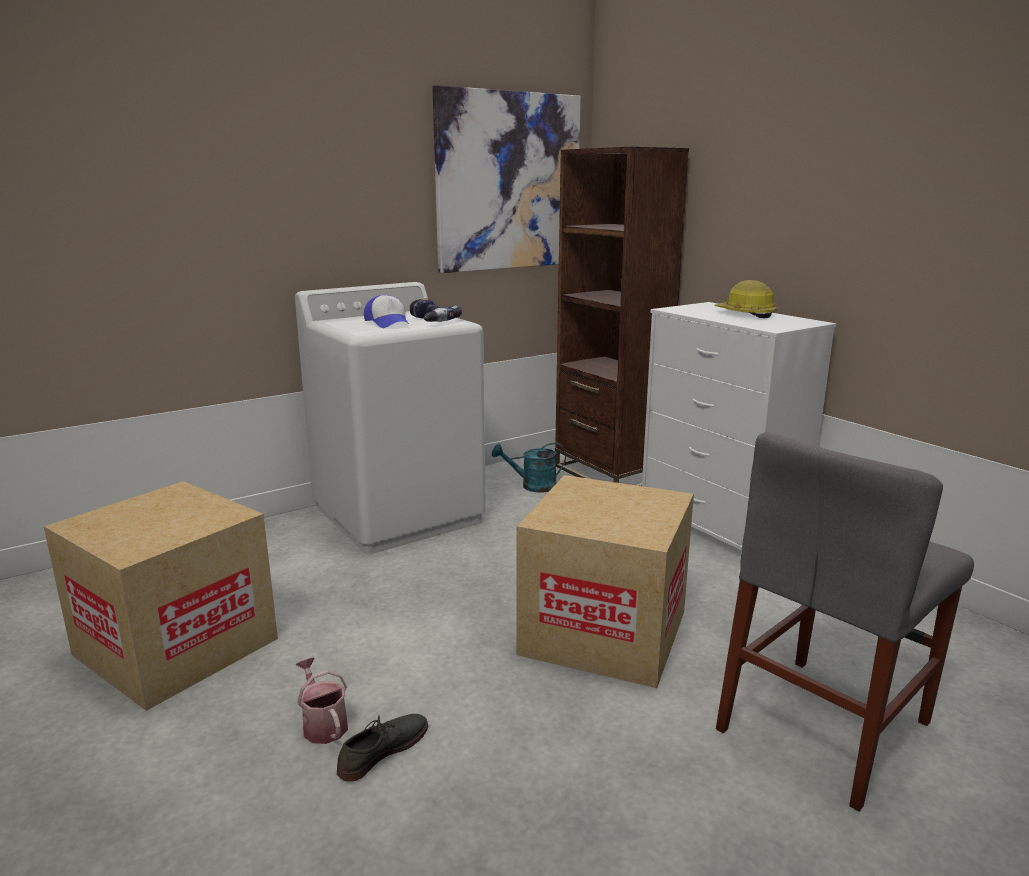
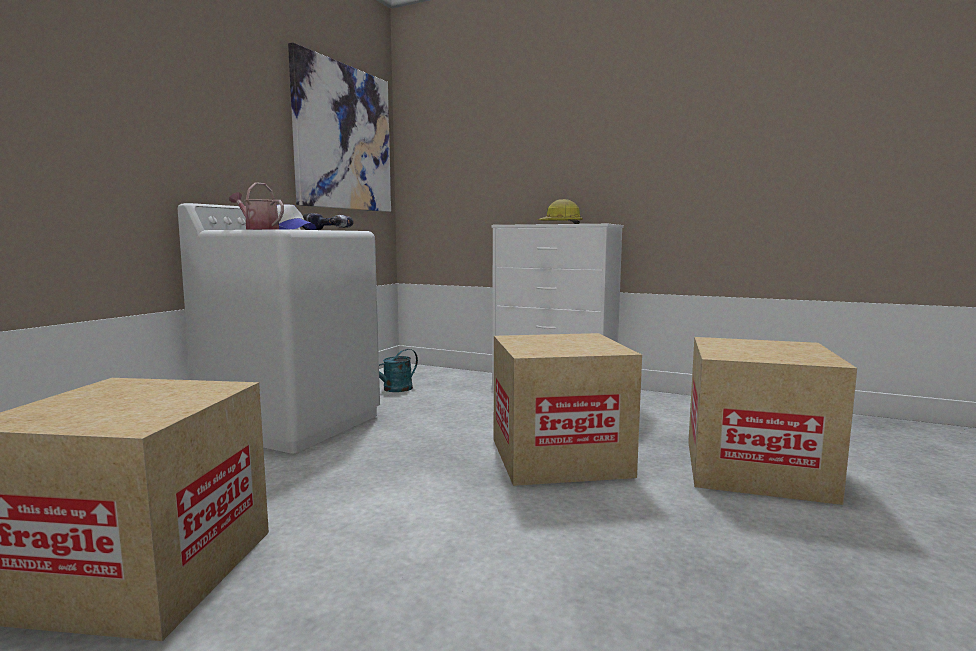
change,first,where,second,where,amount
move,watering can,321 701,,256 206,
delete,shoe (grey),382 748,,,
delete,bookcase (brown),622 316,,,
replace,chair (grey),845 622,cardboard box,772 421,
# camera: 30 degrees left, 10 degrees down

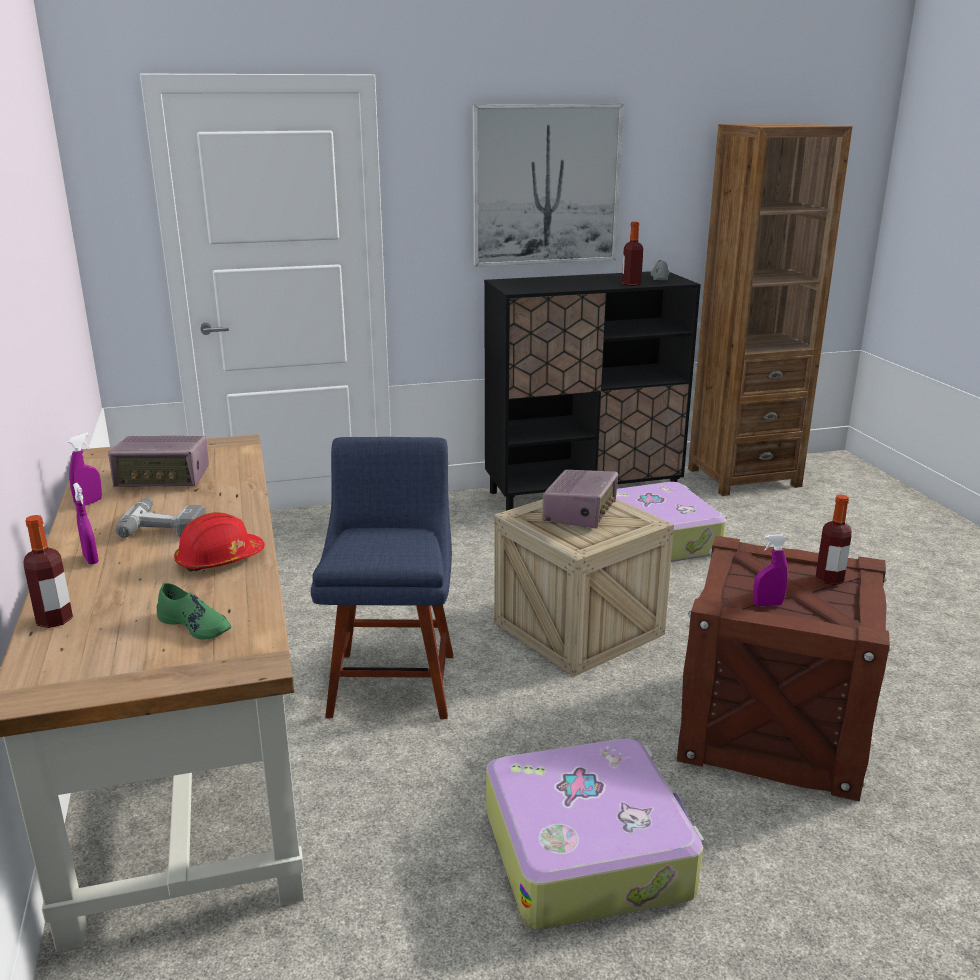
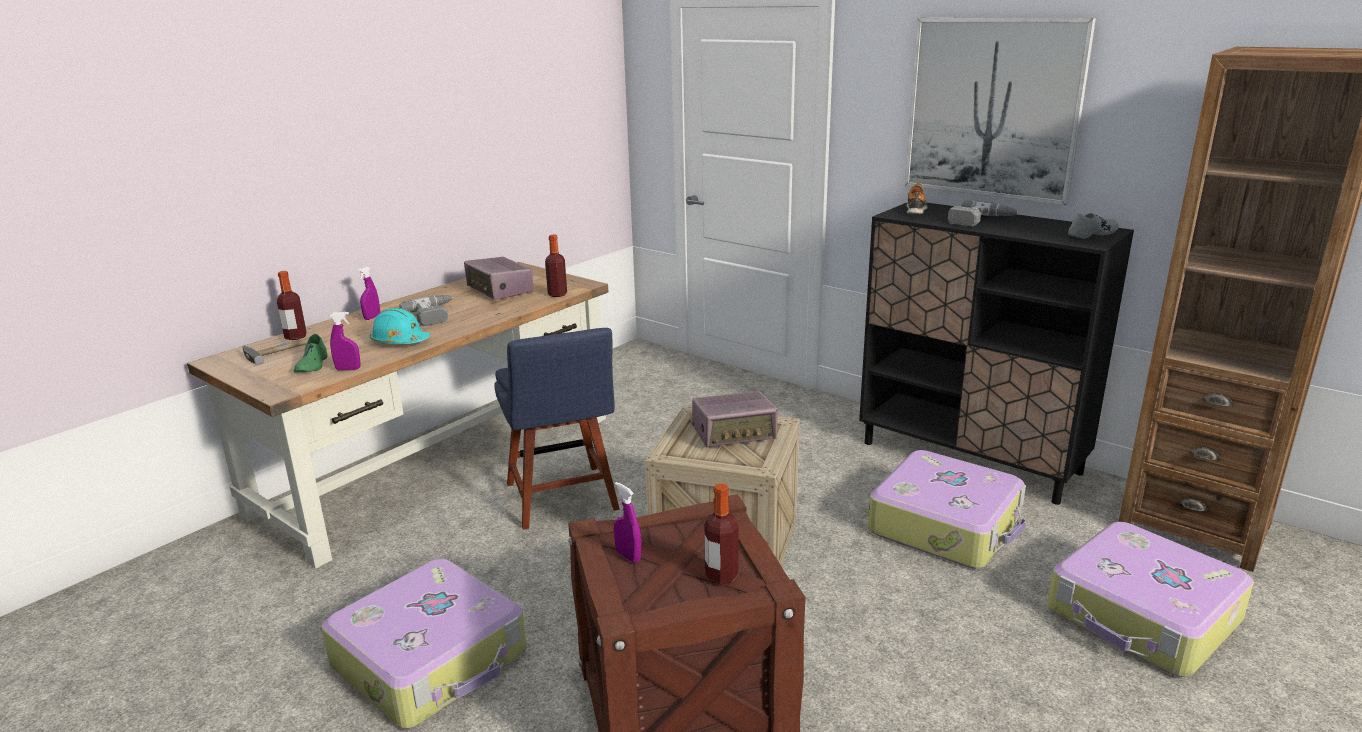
change,first,where,second,where,amount
move,spray bottle (purple),85 469,,345 341,
recolor,hard hat (red),219 542,hard hat (turquoise),400 326,
rotate,chair (blue),382 578,,557 429,105 degrees clockwise
move,bottle,632 254,,556 266,
insert,,,hammer,276 350,
insert,,,shoe,917 198,
insert,,,power drill,983 213,
insert,,,suitcase,1150 599,
# camera: 55 degrees right, 0 degrees up

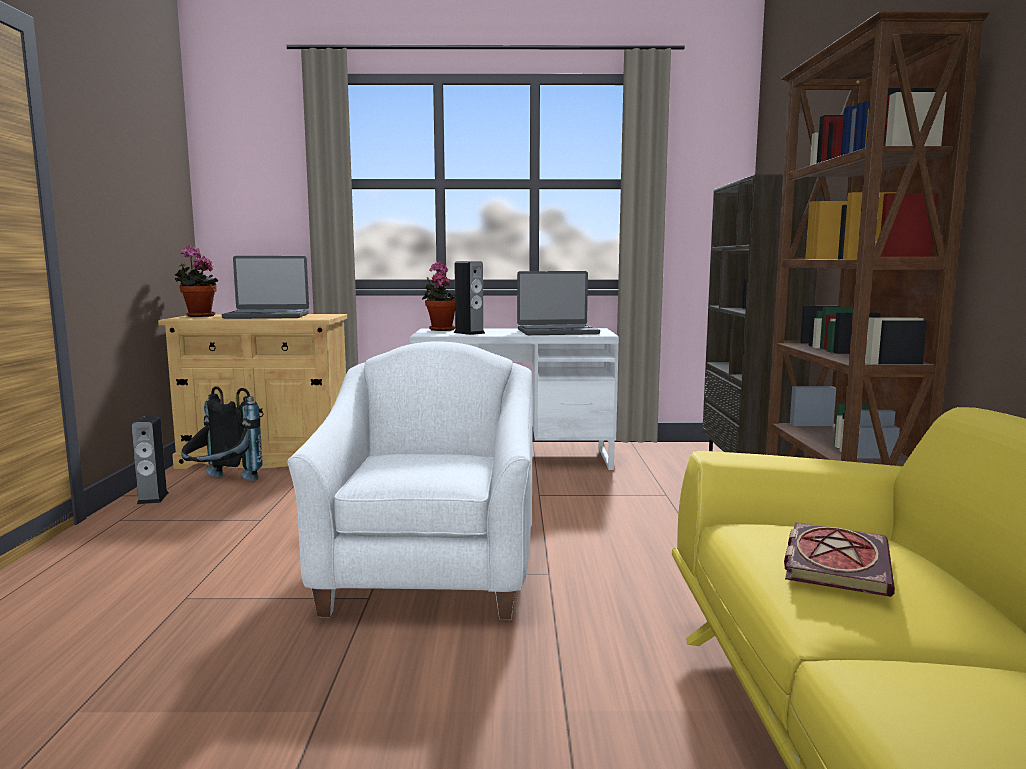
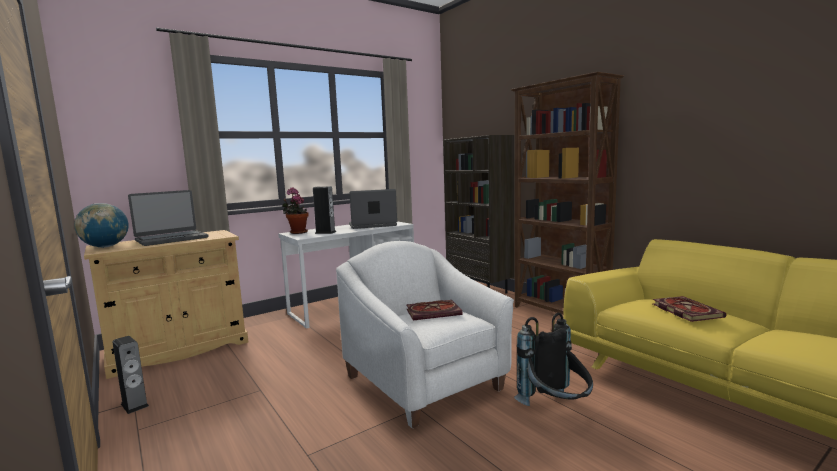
change,first,where,second,where,amount
replace,potted plant,196 281,globe,101 225,
move,backpack (black),222 433,,553 359,
rotate,laptop,558 303,,373 209,150 degrees counterclockwise
insert,,,book,434 310,
# camera: 35 degrees left, 0 degrees up

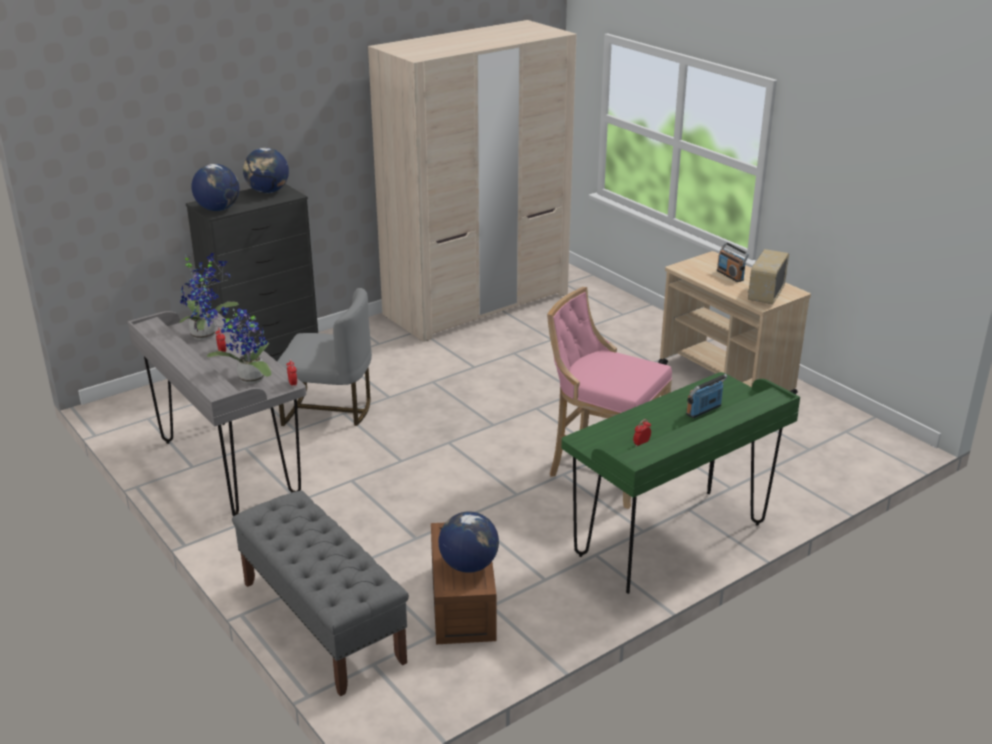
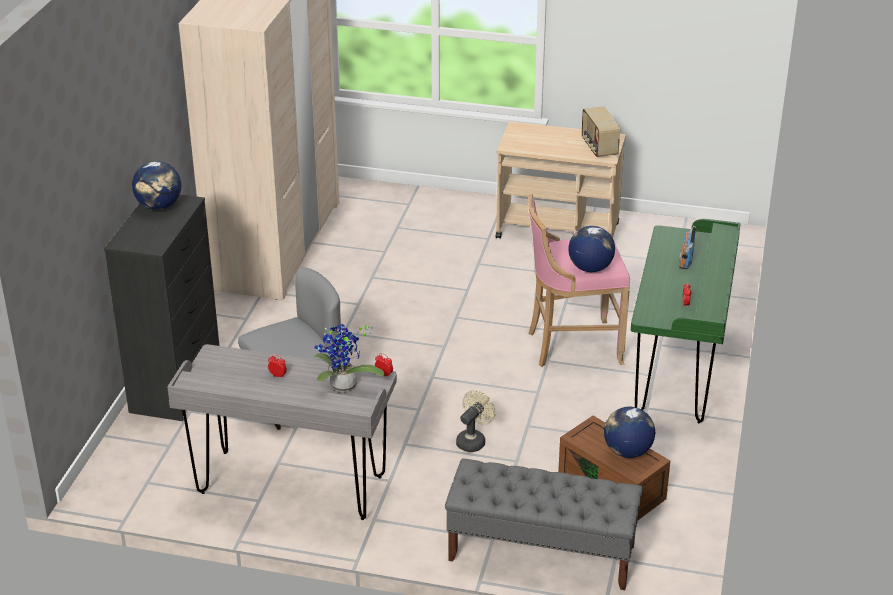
change,first,where,second,where,amount
delete,potted plant,209 296,,,
move,globe,215 187,,591 249,
delete,radio,733 262,,,
insert,,,fan (beige),476 421,
# camera: 40 degrees left, 5 degrees up

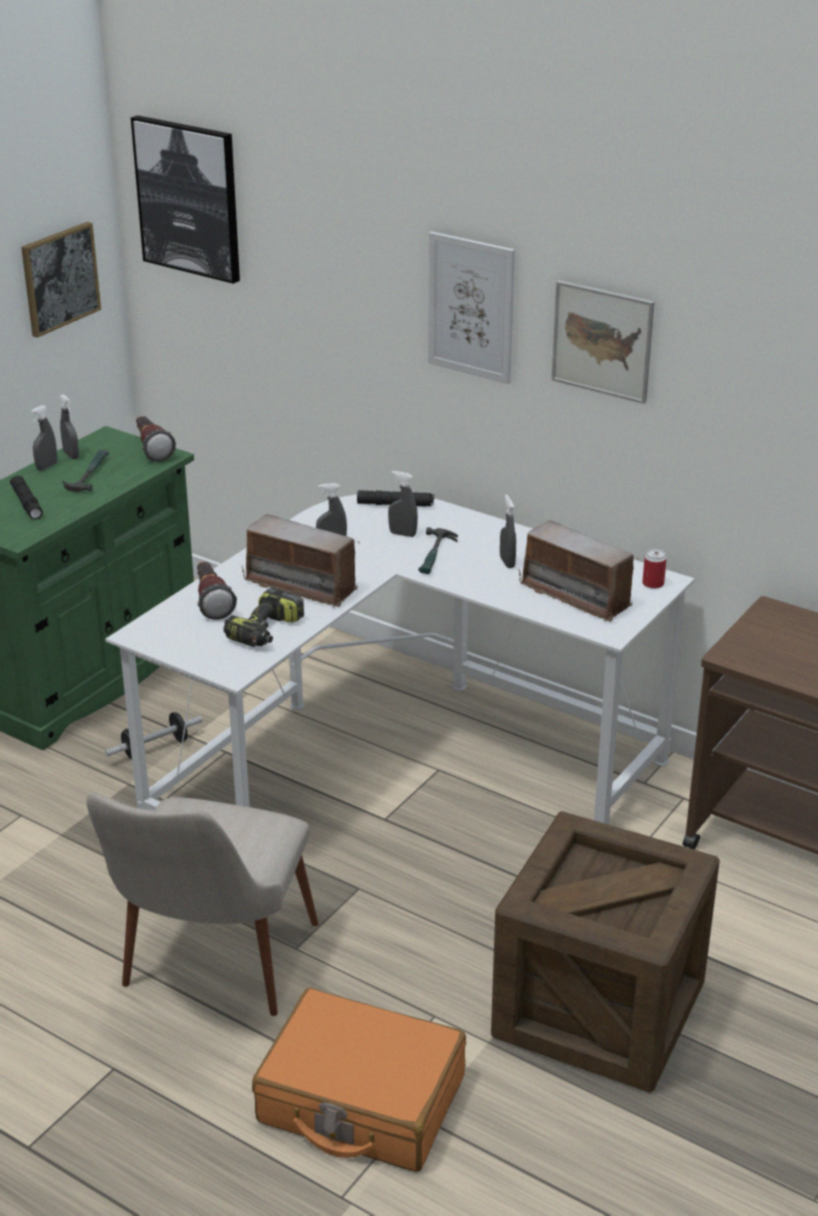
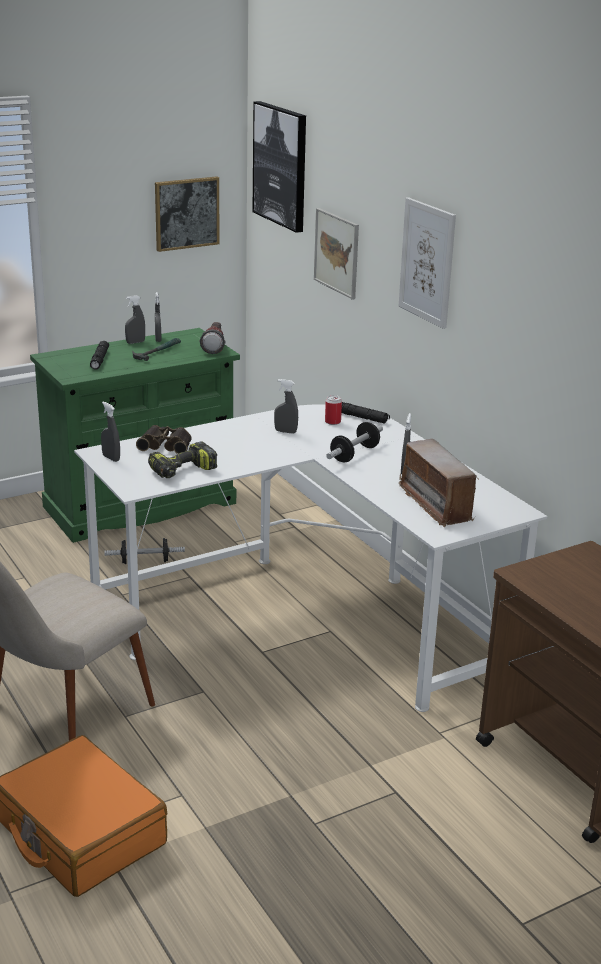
change,first,where,second,where,amount
replace,flashlight,217 590,binoculars,163 439,
delete,radio,300 560,,,
move,spray bottle (grey),403 504,,110 432,
replace,hammer,438 550,dumbbell,354 442,
delete,crate,605 951,,,
move,picture,603 342,,336 254,
move,can,654 569,,333 410,
# camera: 25 degrees right, 5 degrees down

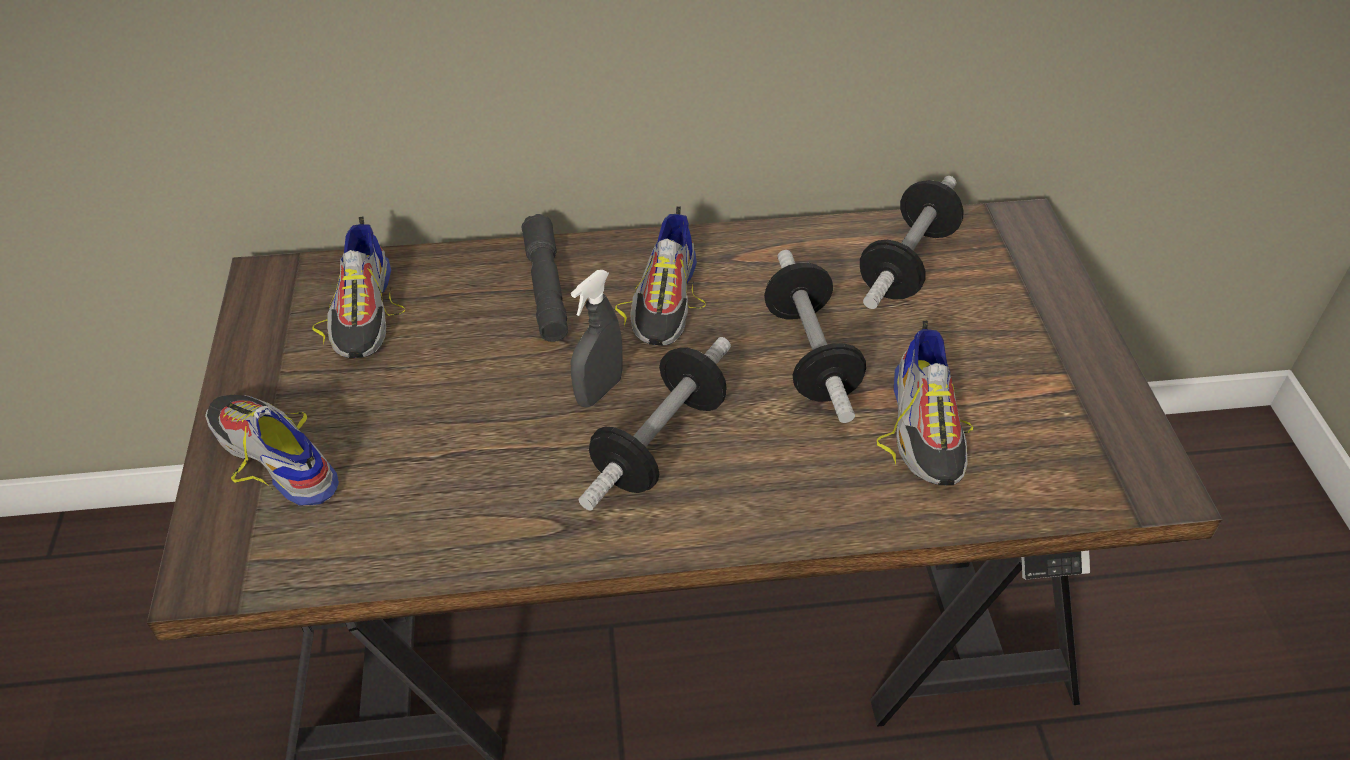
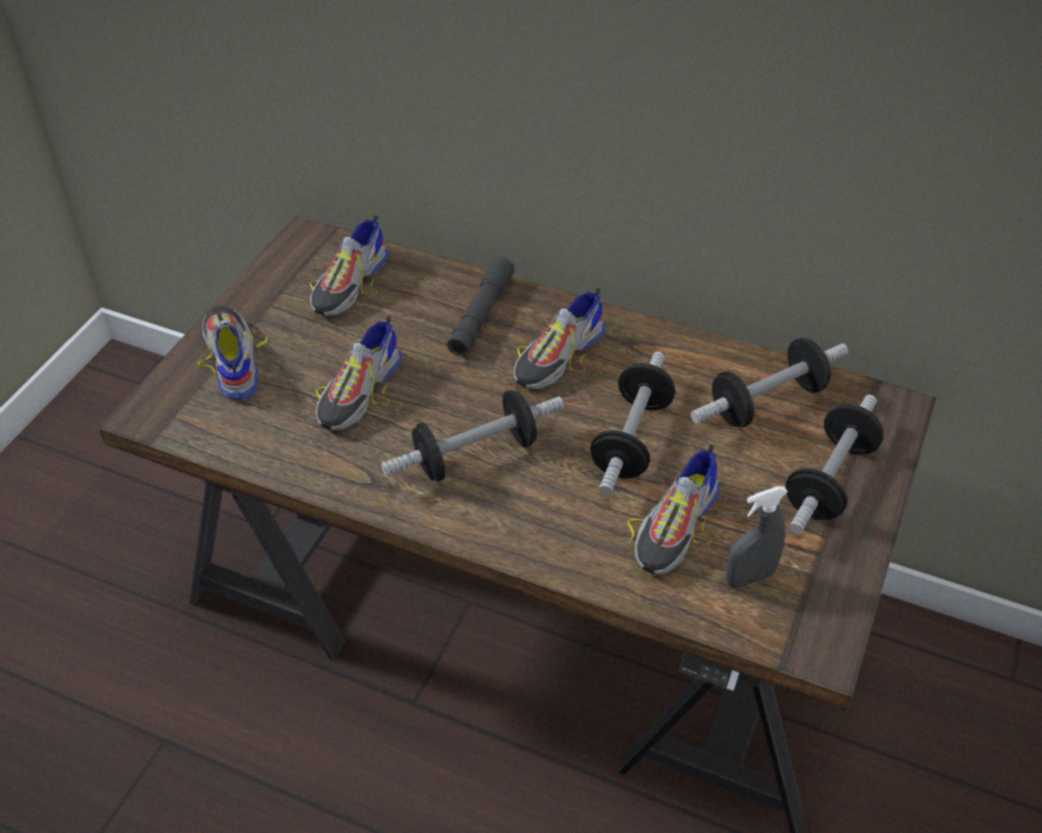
change,first,where,second,where,amount
move,spray bottle (grey),596 338,,757 537,
insert,,,shoe,358 373,
insert,,,dumbbell,835 464,
# camera: 30 degrees right, 0 degrees up

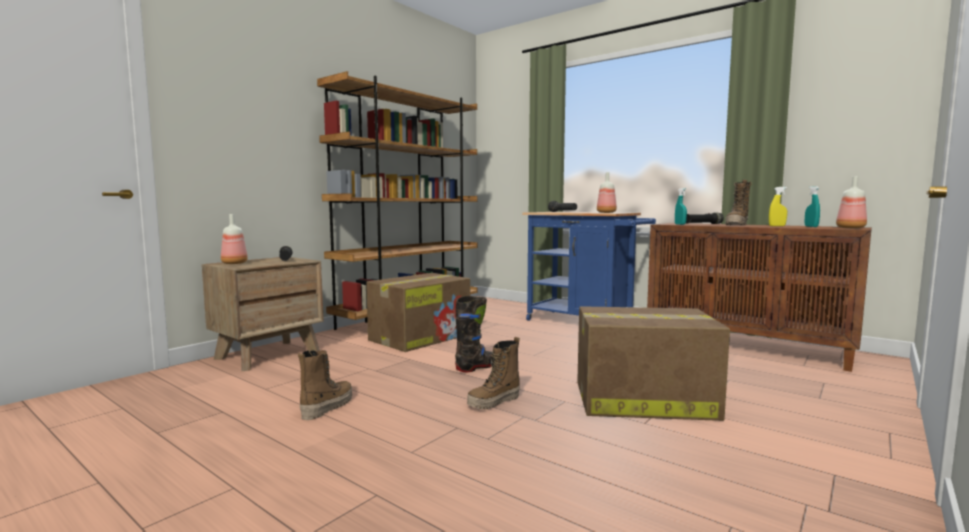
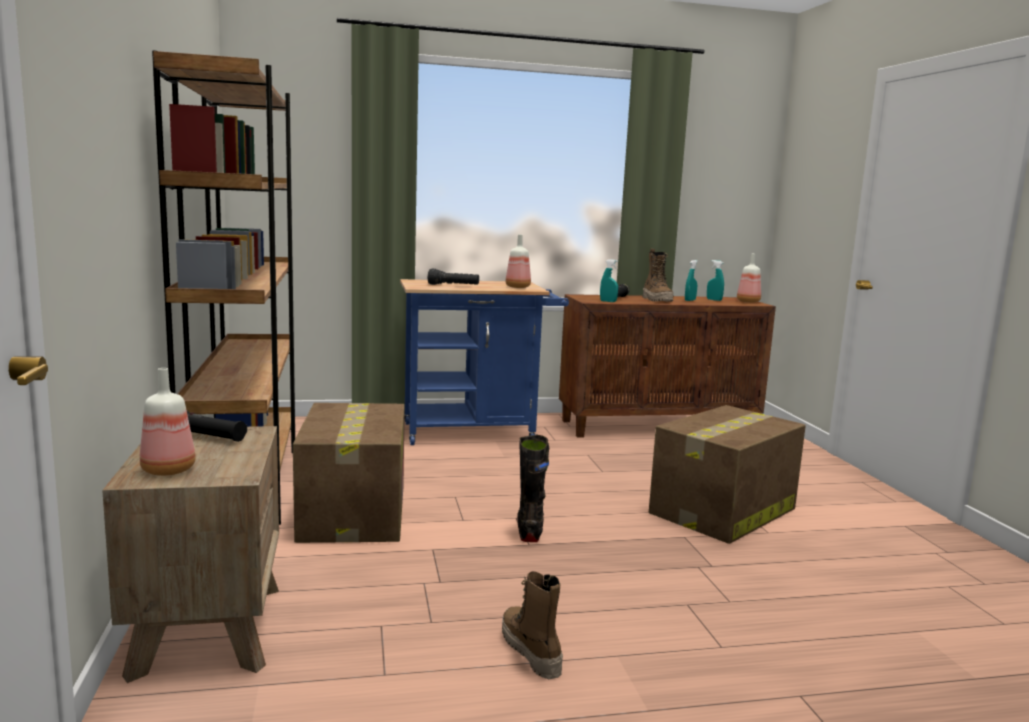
change,first,where,second,where,amount
delete,boot,493 373,,,
recolor,spray bottle (yellow),778 206,spray bottle (turquoise),691 280,
# camera: 50 degrees left, 5 degrees up

